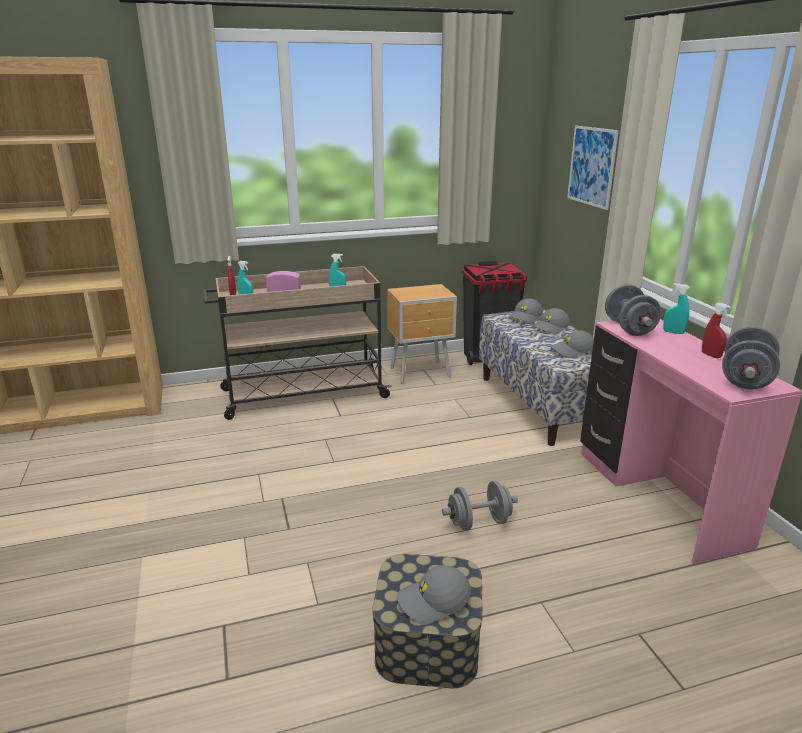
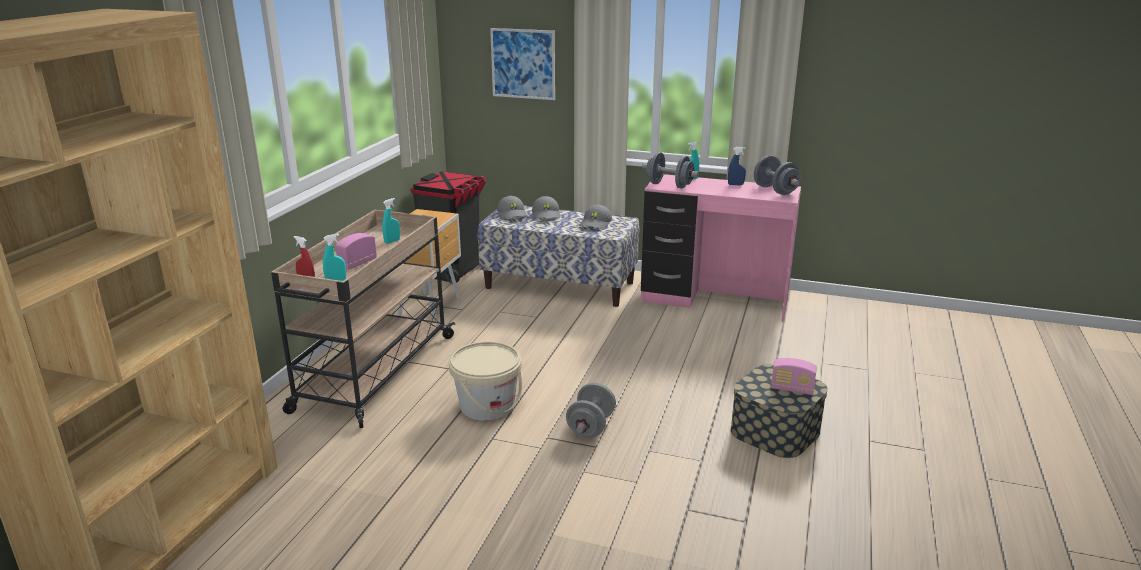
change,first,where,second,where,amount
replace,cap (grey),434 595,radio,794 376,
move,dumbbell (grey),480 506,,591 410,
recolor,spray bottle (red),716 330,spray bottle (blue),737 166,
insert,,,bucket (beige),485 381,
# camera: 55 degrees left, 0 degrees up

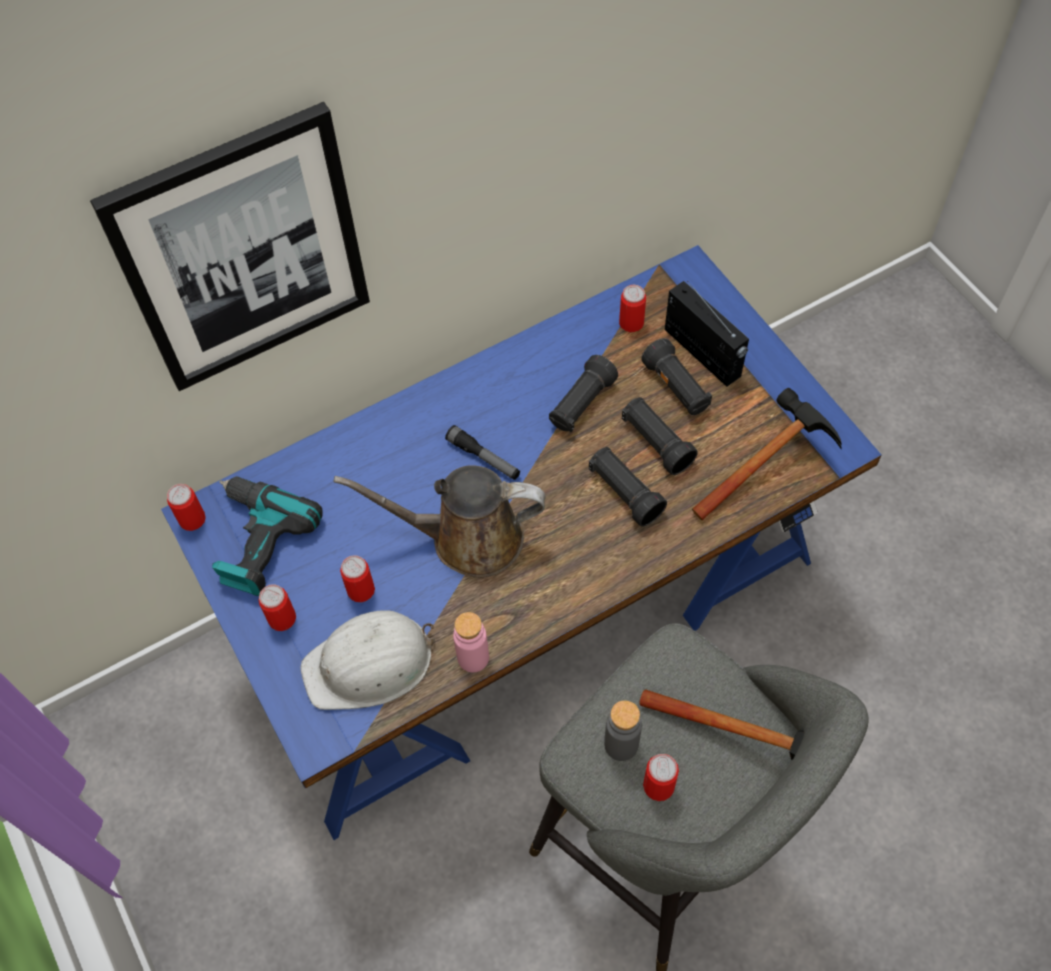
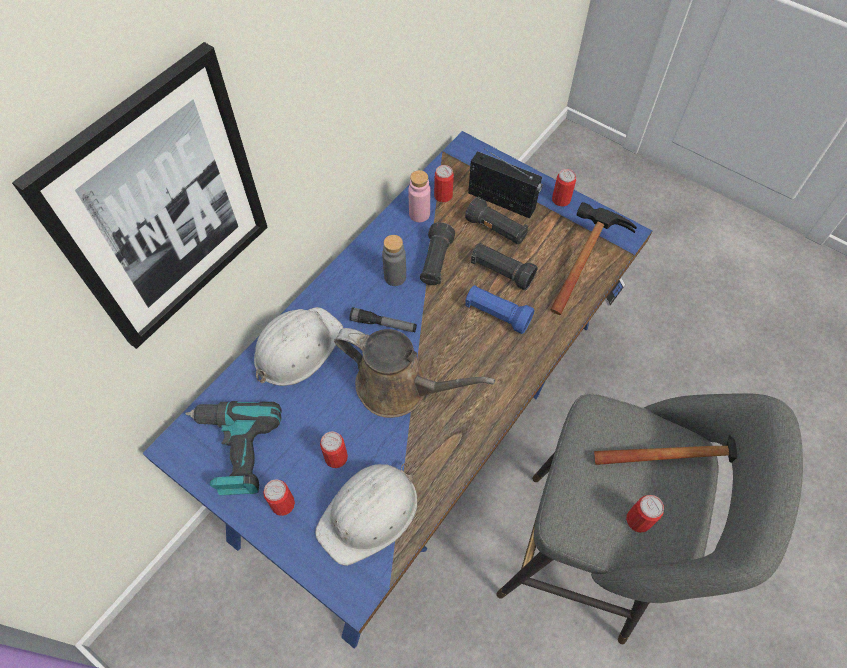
change,first,where,second,where,amount
move,can,186 507,,564 188,
rotate,watering can (brown),440 521,,414 373,135 degrees counterclockwise
move,bottle (pink),471 642,,419 196,
recolor,flashlight (black),628 486,flashlight (blue),500 309,
move,bottle (grey),623 730,,394 260,
insert,,,hard hat (white),298 346,
# camera: 25 degrees left, 0 degrees up

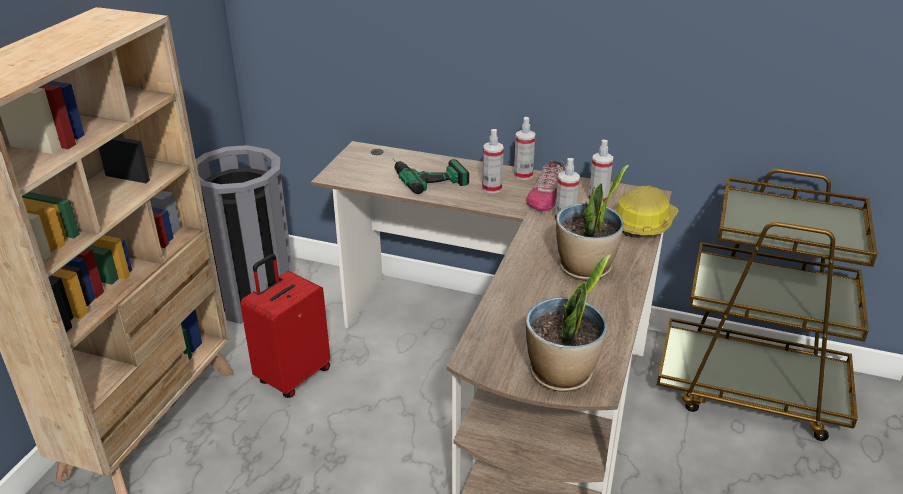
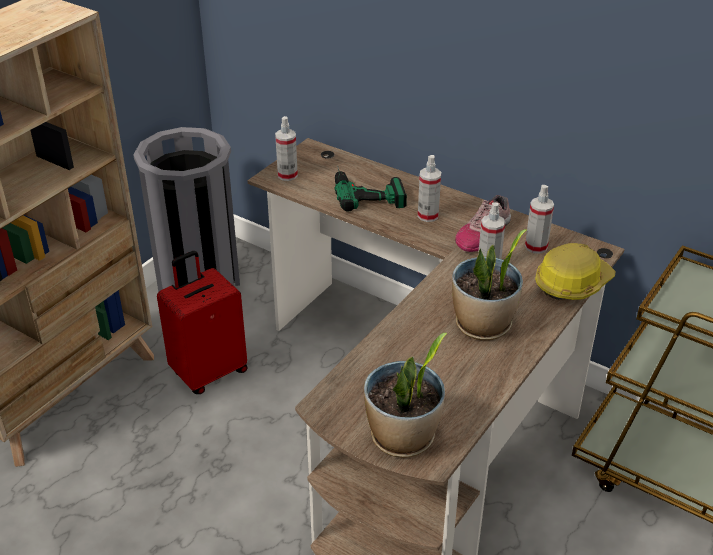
change,first,where,second,where,amount
move,spray bottle,525 148,,286 148,
# camera: 15 degrees right, 5 degrees up

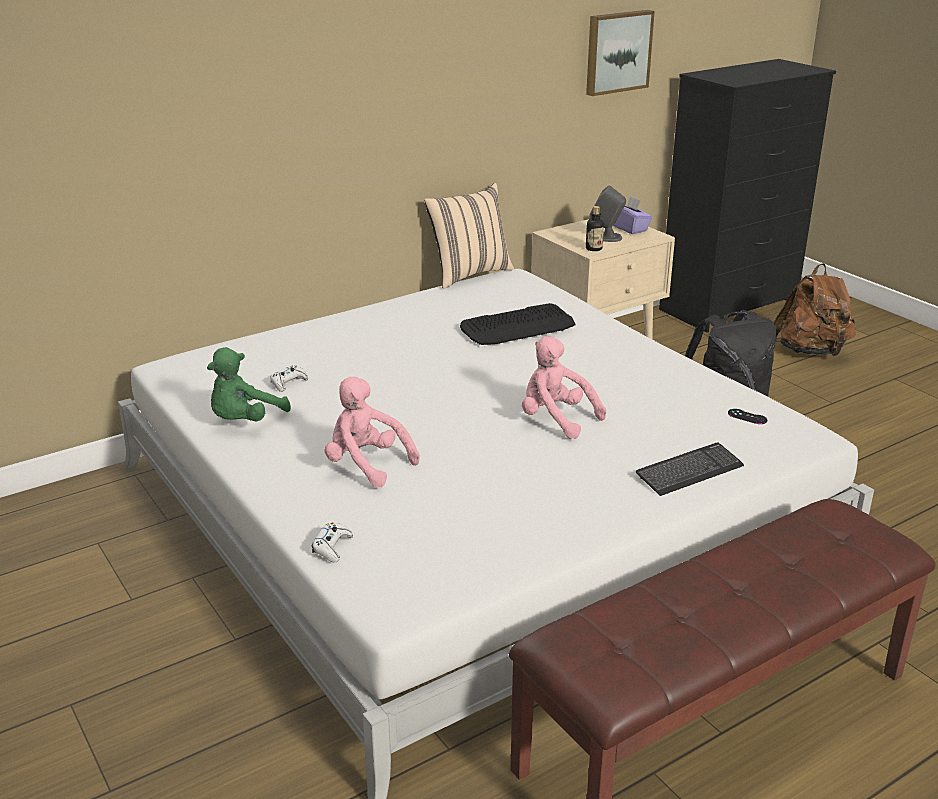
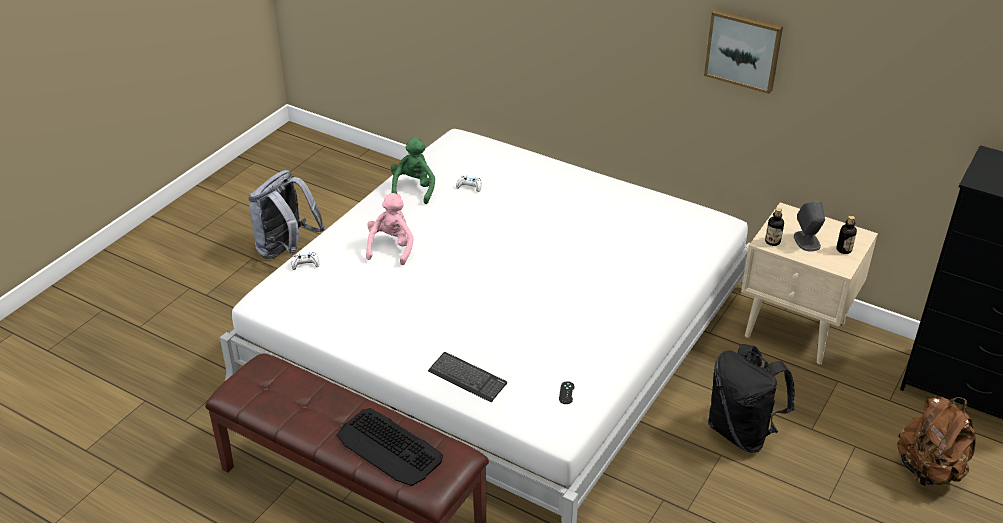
change,first,where,second,where,amount
rotate,plush toy (green),249 384,,413 170,90 degrees clockwise
delete,pillow (beige),469 236,,,
move,keyboard,517 324,,390 447,
delete,plush toy (pink),564 387,,,
move,picture,620 53,,743 51,
replace,tissue box (purple),633 215,bottle,847 235,
insert,,,backpack (grey),286 214,
# camera: 65 degrees right, 10 degrees up

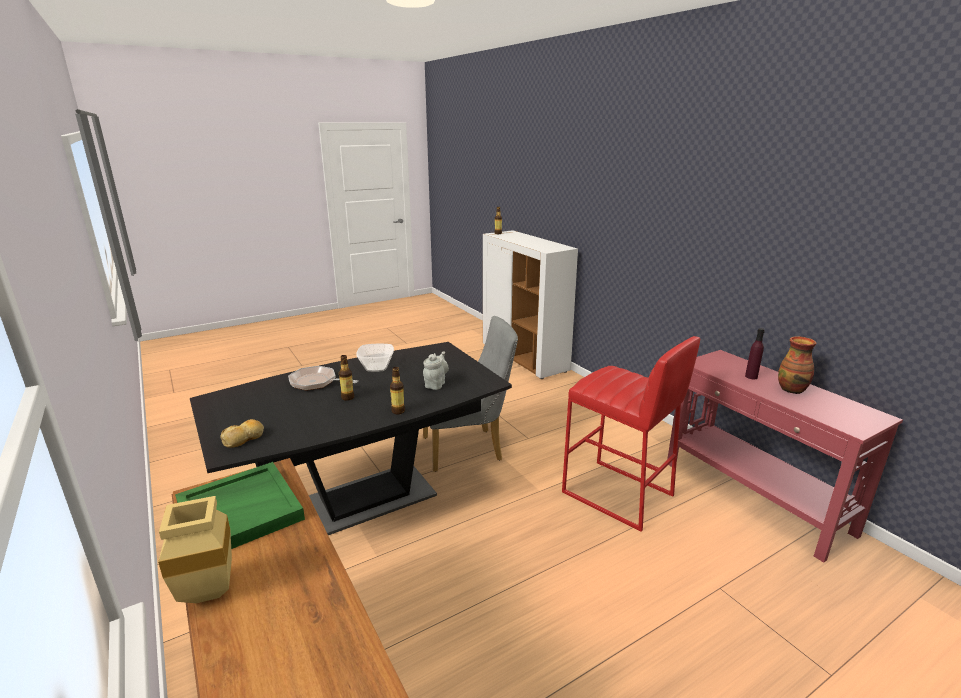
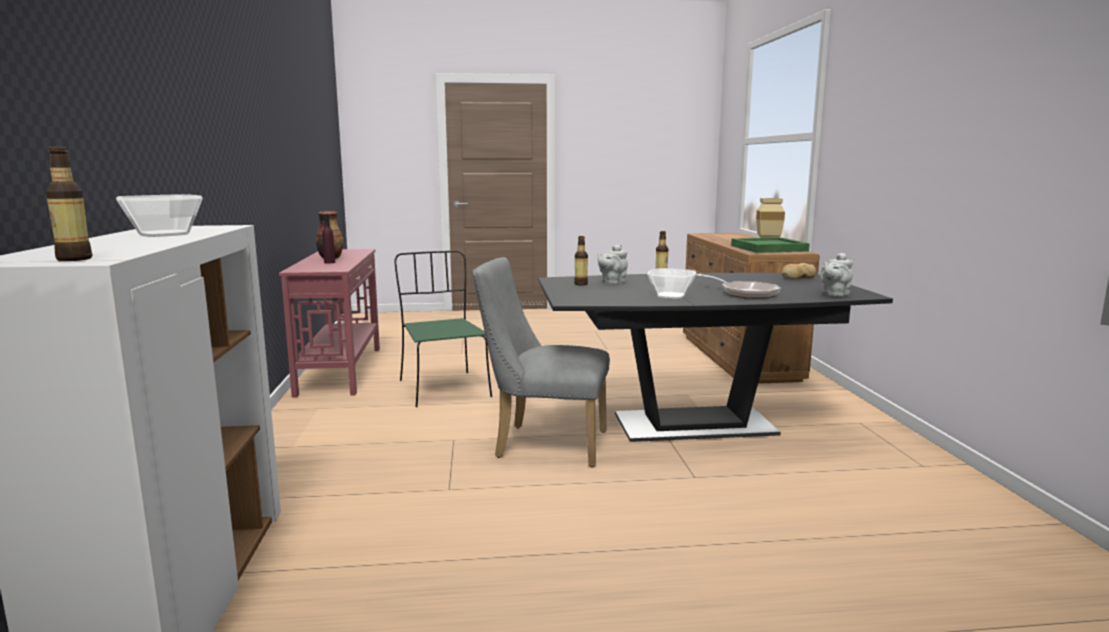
change,first,where,second,where,amount
move,bottle,346 378,,581 261,
replace,stool (red),631 434,chair (green),443 329,
insert,,,bowl,159 215,
insert,,,teapot (grey),836 275,
# camera: 155 degrees left, 10 degrees down

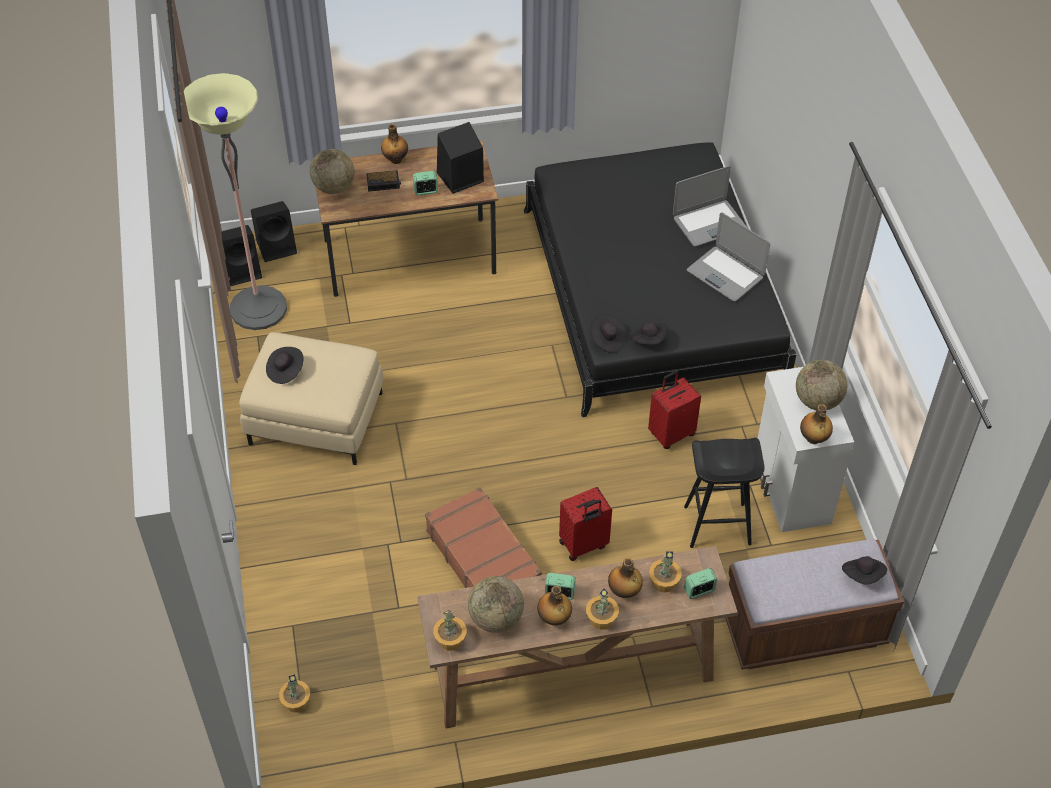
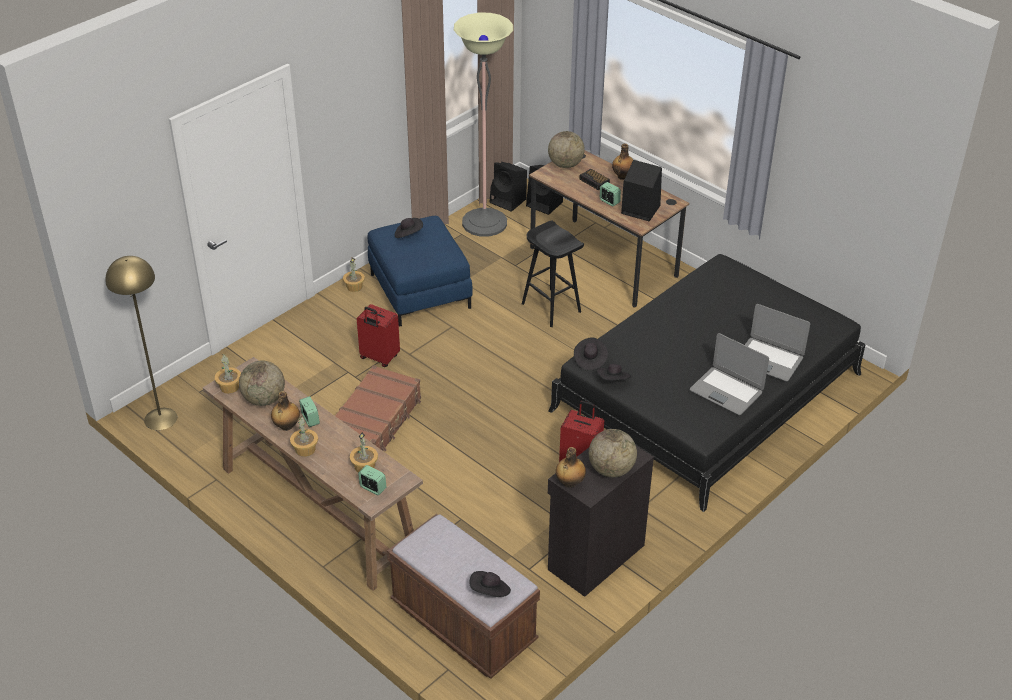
change,first,where,second,where,amount
recolor,ottoman (beige),311 398,ottoman (blue),420 271,
move,potted plant,294 693,,354 275,
move,suitcase (red),585 524,,378 335,
delete,bottle,625 578,,,
move,stool (black),724 493,,553 274,
rotate,laptop,728 257,,729 374,60 degrees counterclockwise
recolor,cabinet (white),806 449,cabinet (black),601 521,
insert,,,floor lamp (yellow),141 343,
# camera: 55 degrees right, 10 degrees down

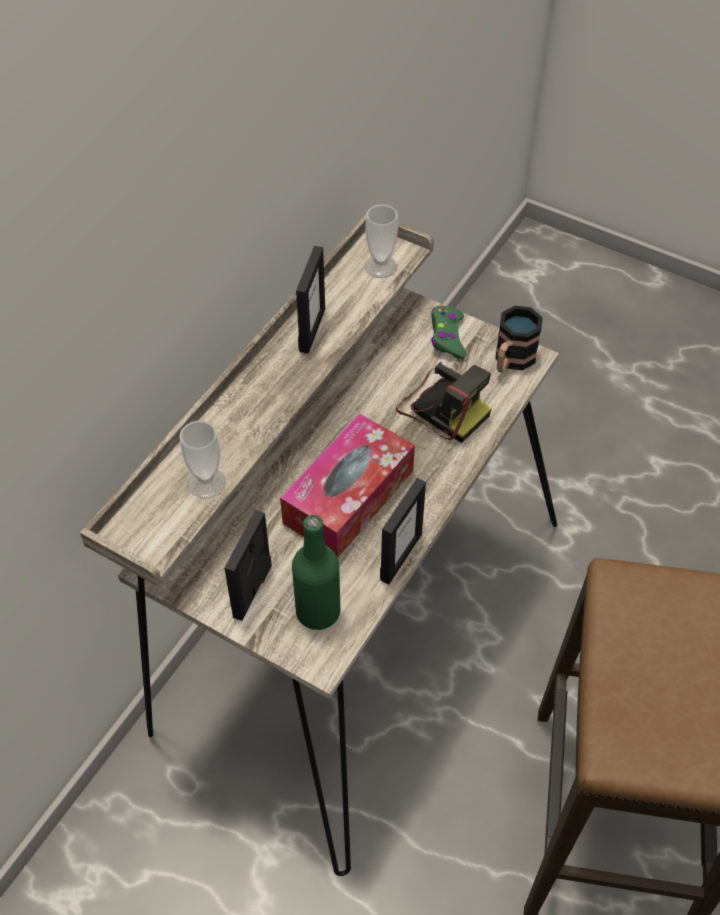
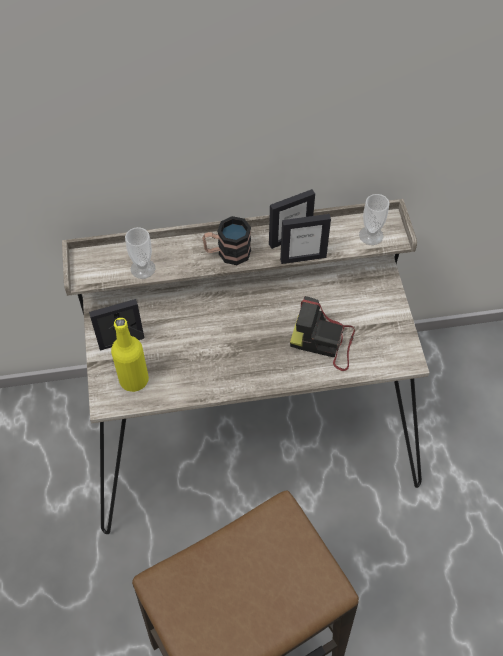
change,first,where,second,where,amount
delete,tissue box,347 486,,,
recolor,bottle (green),316 572,bottle (yellow),130 355,
move,picture frame,403 531,,305 239,
rotate,photo camera,444 402,,322 333,105 degrees clockwise
delete,game controller (green),448 332,,,
move,mug,519 339,,226 240,
# camera: 50 degrees right, 5 degrees up

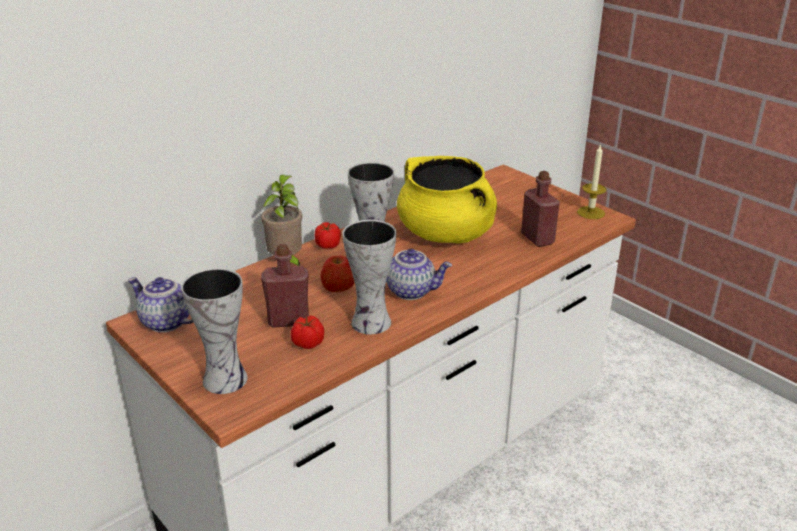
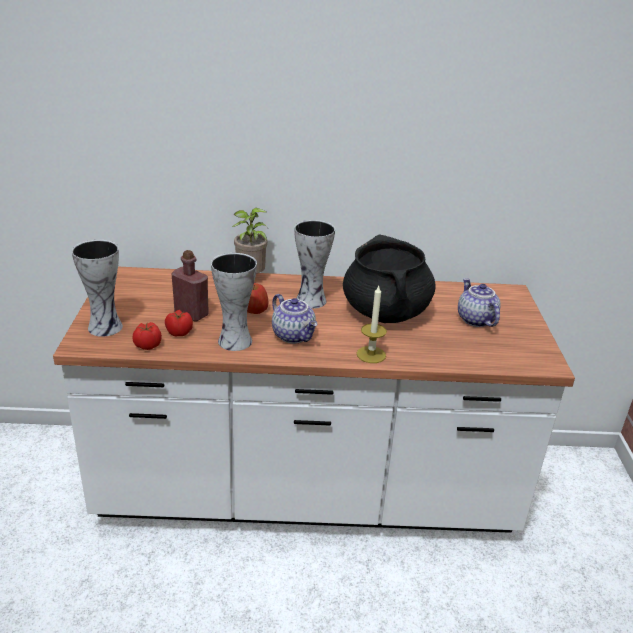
change,first,where,second,where,amount
move,teapot,160 304,,479 302,
move,tomato,328 235,,147 336,
recolor,cooking pot (yellow),447 200,cooking pot (black),389 279,
delete,bottle (red),540 209,,,
move,candle,592 181,,372 324,
# camera: 40 degrees right, 0 degrees up

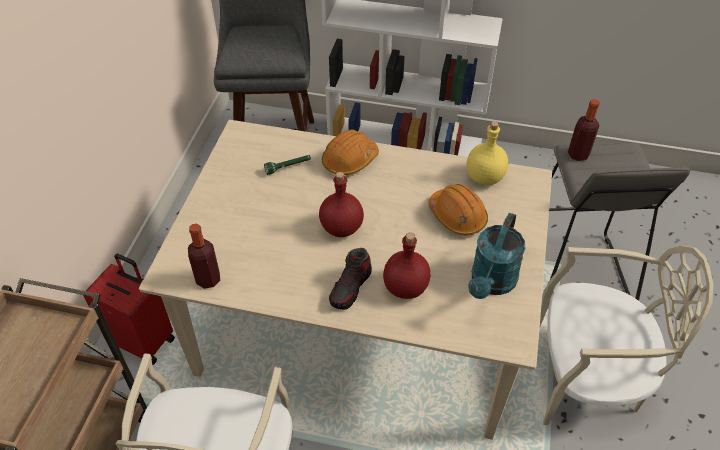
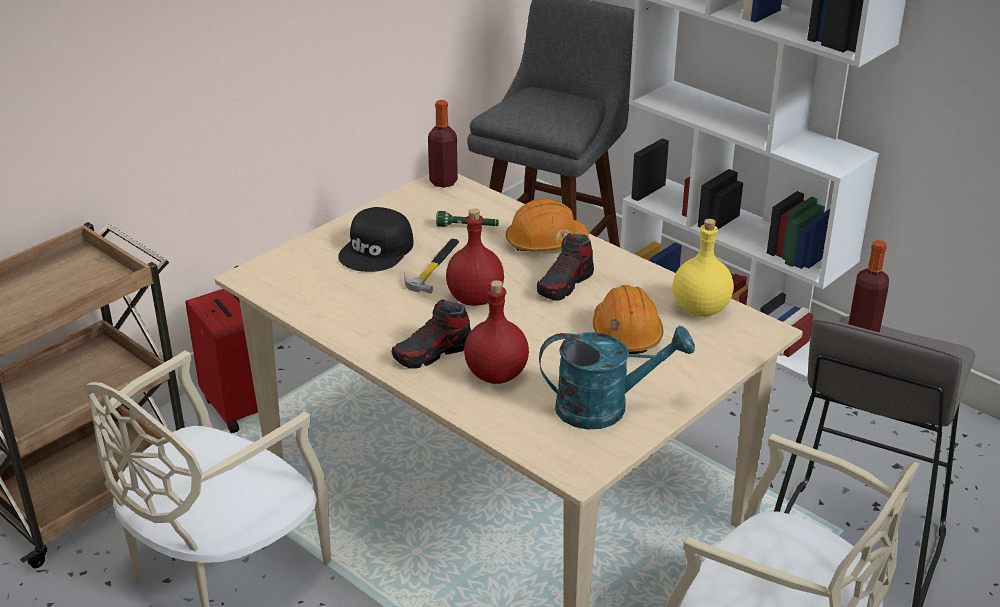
change,first,where,second,where,amount
move,bottle,204 256,,443 144,
rotate,watering can (turquoise),497 256,,617 378,150 degrees counterclockwise
insert,,,cap (black),375 239,
insert,,,hammer,431 265,
insert,,,shoe,565 267,
# camera: 30 degrees right, 15 degrees down

